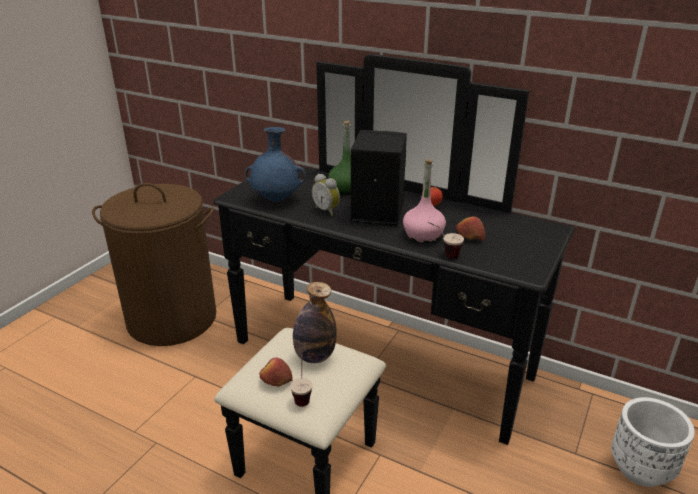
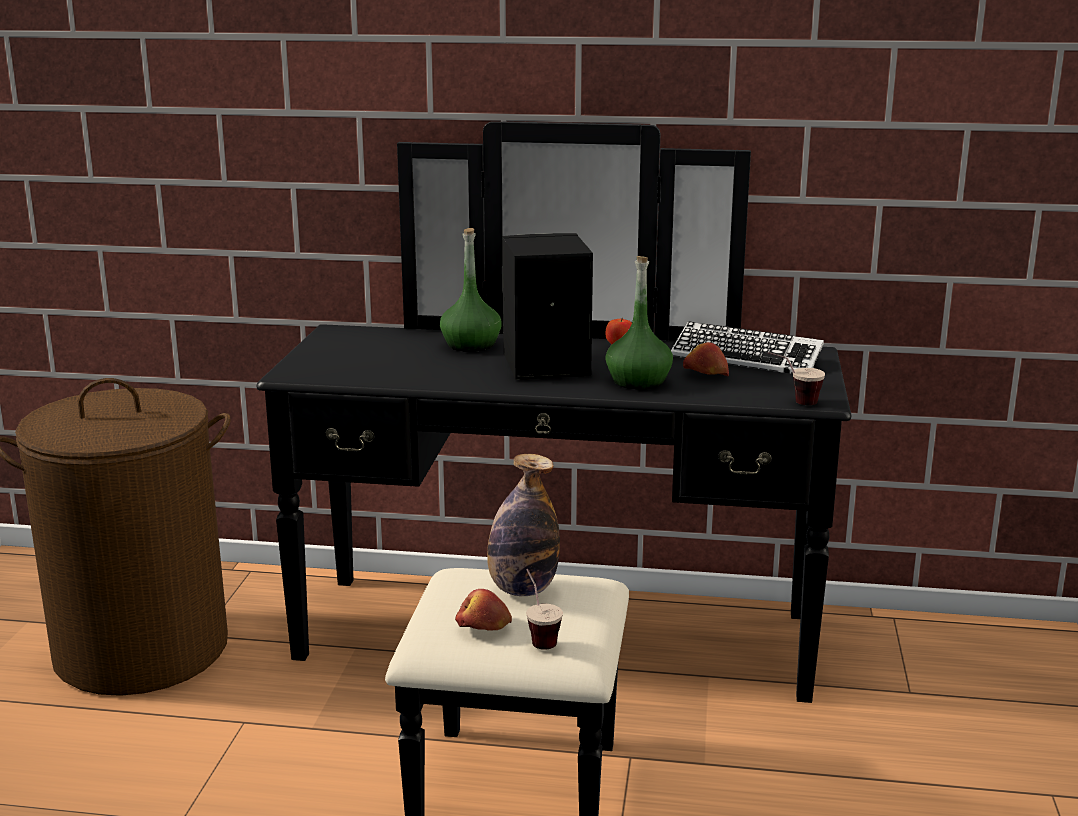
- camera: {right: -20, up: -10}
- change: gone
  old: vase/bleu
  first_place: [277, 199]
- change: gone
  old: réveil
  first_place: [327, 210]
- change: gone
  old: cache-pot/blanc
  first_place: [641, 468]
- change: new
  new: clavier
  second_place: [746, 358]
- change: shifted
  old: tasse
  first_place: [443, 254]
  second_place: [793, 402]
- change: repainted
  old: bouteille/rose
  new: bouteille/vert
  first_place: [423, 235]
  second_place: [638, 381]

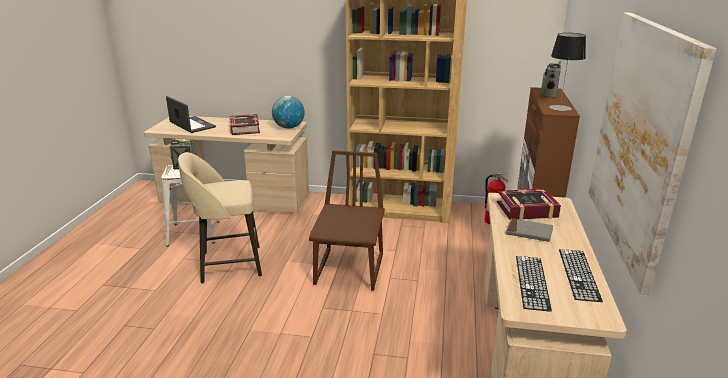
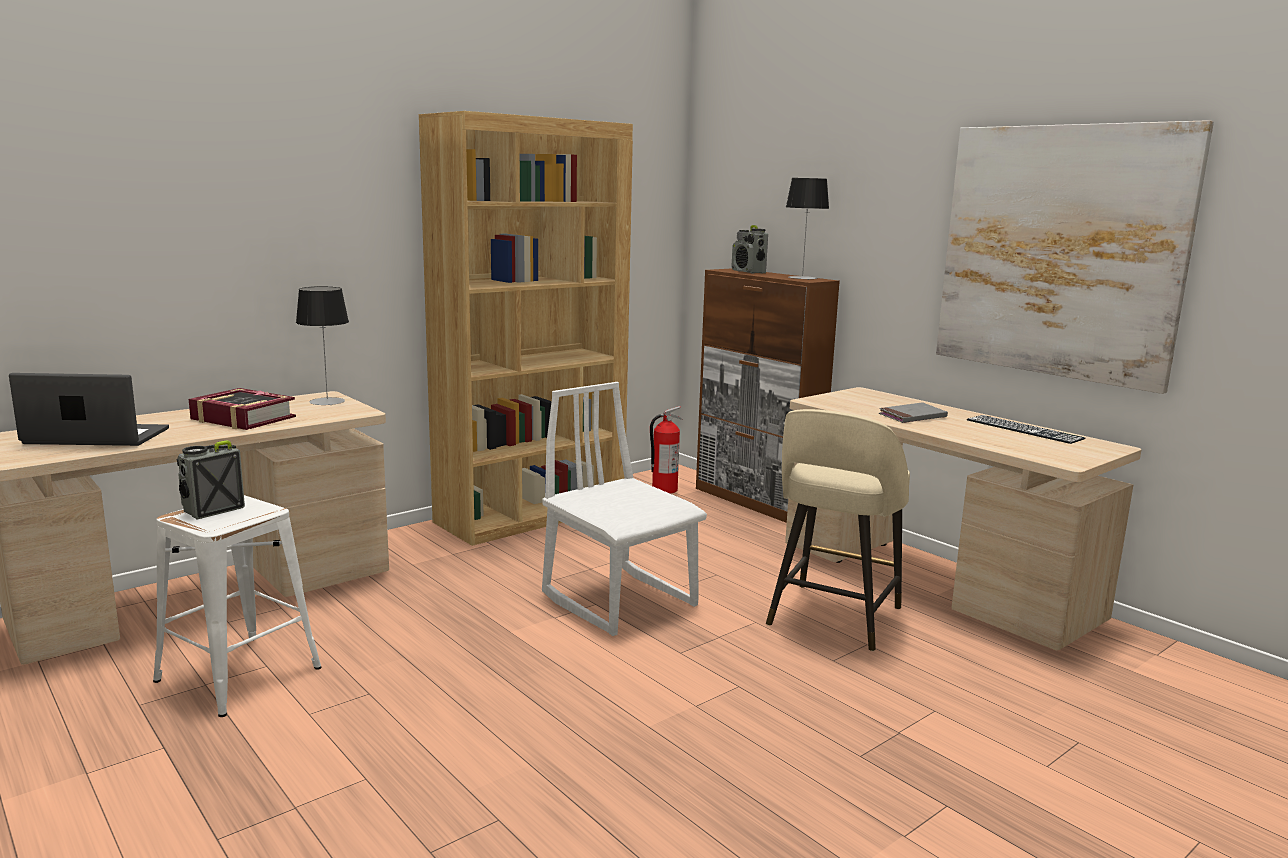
- camera: {right: -50, up: -10}
- change: gone
  old: livre
  first_place: [527, 210]
- change: gone
  old: clavier
  first_place: [532, 282]
- change: shifted
  old: tabouret/beige
  first_place: [228, 264]
  second_place: [832, 618]
- change: swapped
  old: globe
  new: lampe de table
  first_place: [289, 127]
  second_place: [327, 401]
- change: repainted
  old: chaise/marron
  new: chaise/blanc
  first_place: [350, 270]
  second_place: [620, 600]

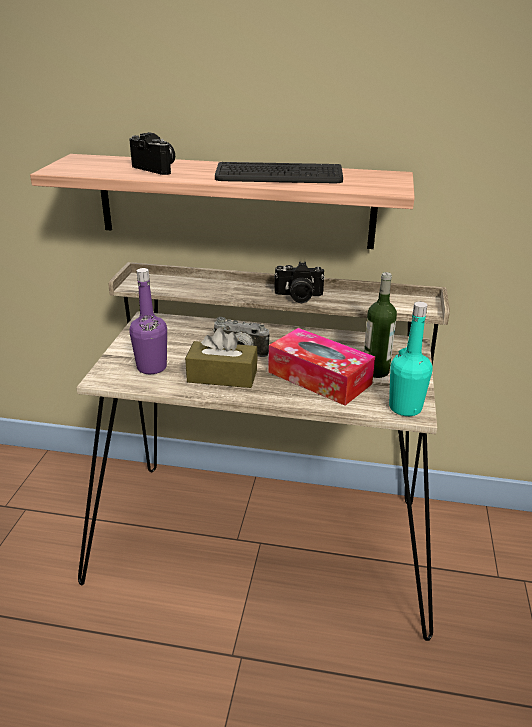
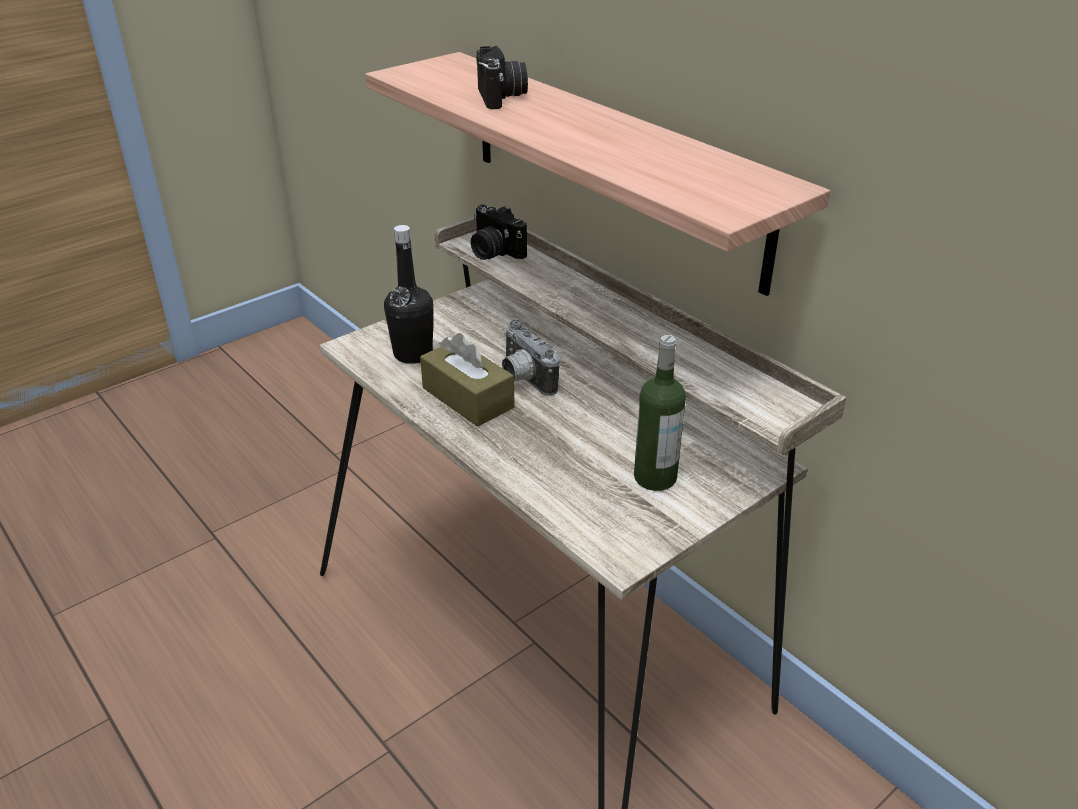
- camera: {right: 40, up: 5}
- change: gone
  old: clavier
  first_place: [279, 176]
- change: gone
  old: boîte à mouchoirs
  first_place: [319, 378]
- change: gone
  old: bouteille/turquoise
  first_place: [405, 408]
- change: shifted
  old: appareil photo
  first_place: [298, 297]
  second_place: [493, 252]
- change: repainted
  old: bouteille/violet
  new: bouteille/noir
  first_place: [152, 367]
  second_place: [413, 354]

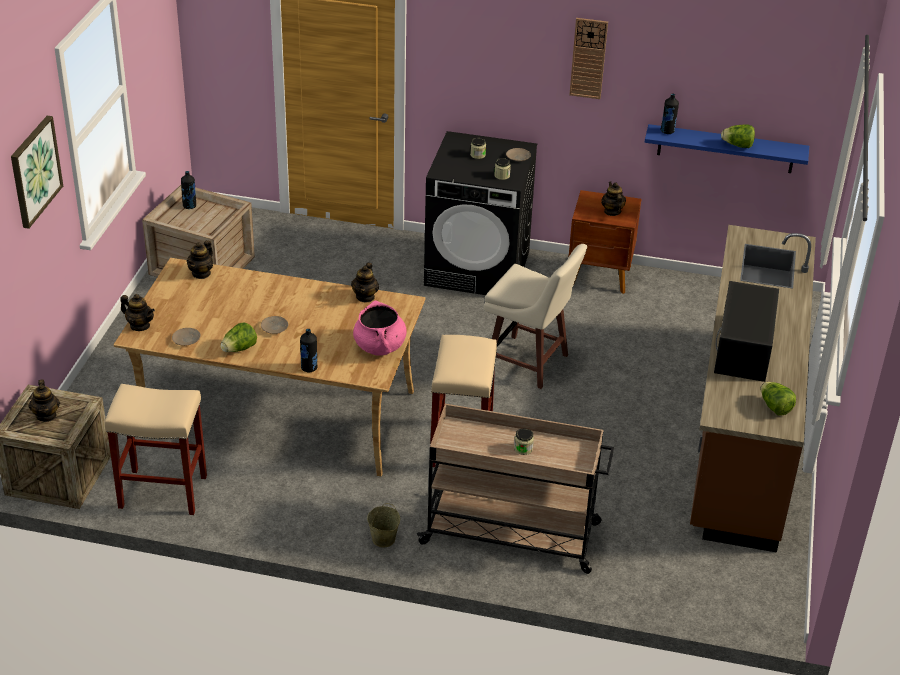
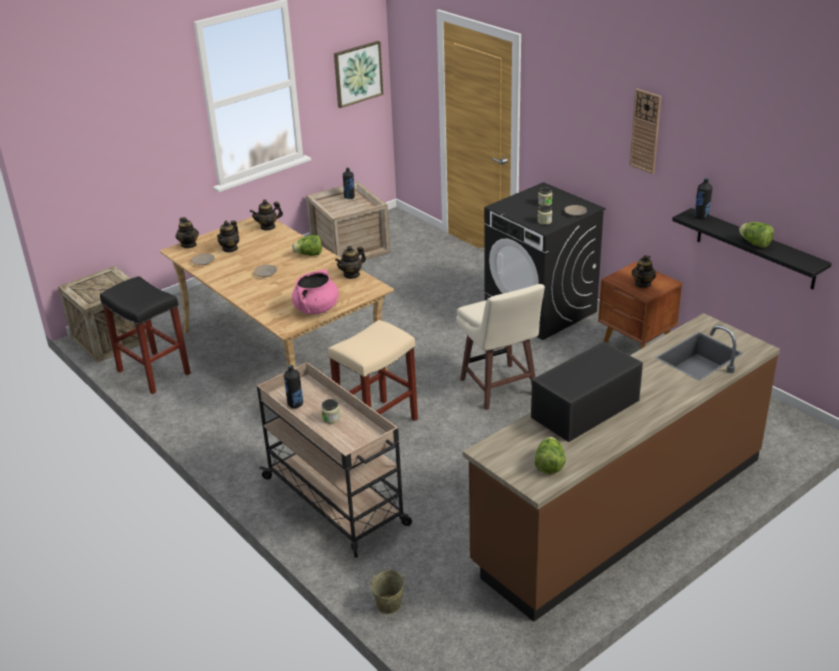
- camera: {right: 40, up: -5}
- change: shifted
  old: tableau
  first_place: [35, 171]
  second_place: [357, 74]
- change: shifted
  old: théière
  first_place: [46, 415]
  second_place: [230, 248]
- change: shifted
  old: laitue
  first_place: [239, 349]
  second_place: [309, 255]
- change: shifted
  old: bouteille/noir
  first_place: [309, 368]
  second_place: [295, 404]
- change: shifted
  old: seau/beige
  first_place: [383, 539]
  second_place: [388, 605]
- change: repainted
  old: tabouret/beige
  new: tabouret/noir
  first_place: [161, 492]
  second_place: [153, 372]
- change: repainted
  old: étagère/bleu
  new: étagère/noir
  first_place: [725, 149]
  second_place: [755, 249]

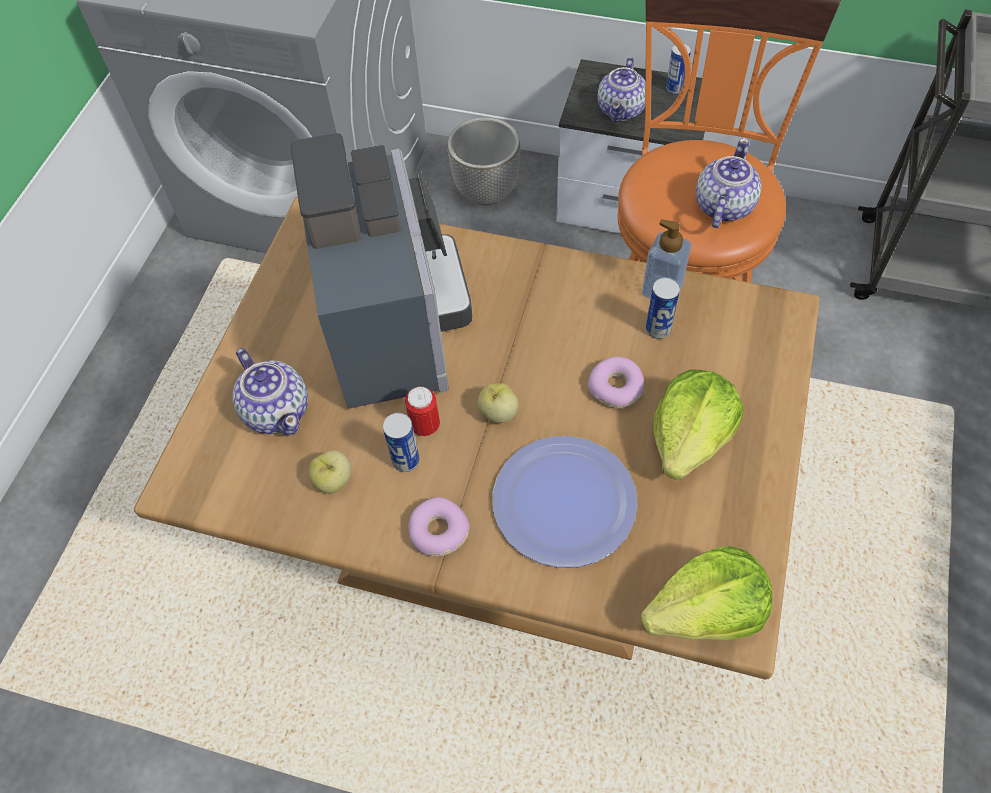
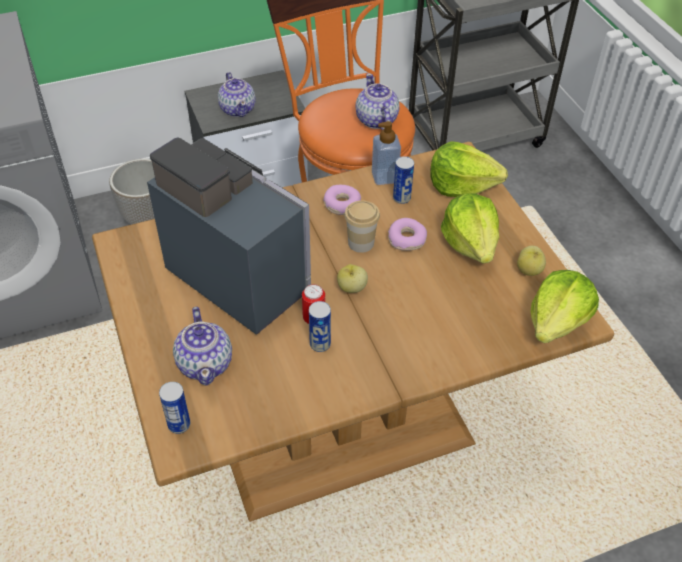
- camera: {right: -40, up: -10}
- change: gone
  old: assiette
  first_place: [564, 501]
- change: new
  new: tasse
  second_place: [361, 243]
- change: new
  new: laitue
  second_place: [461, 185]
- change: shifted
  old: pomme
  first_place: [333, 481]
  second_place: [529, 270]
- change: shifted
  old: beignet
  first_place: [438, 532]
  second_place: [342, 205]
- change: shifted
  old: boîte métallique
  first_place: [675, 88]
  second_place: [179, 424]
- change: rotated
  old: théière
  first_place: [277, 410]
  second_place: [205, 363]
  degrees: 60

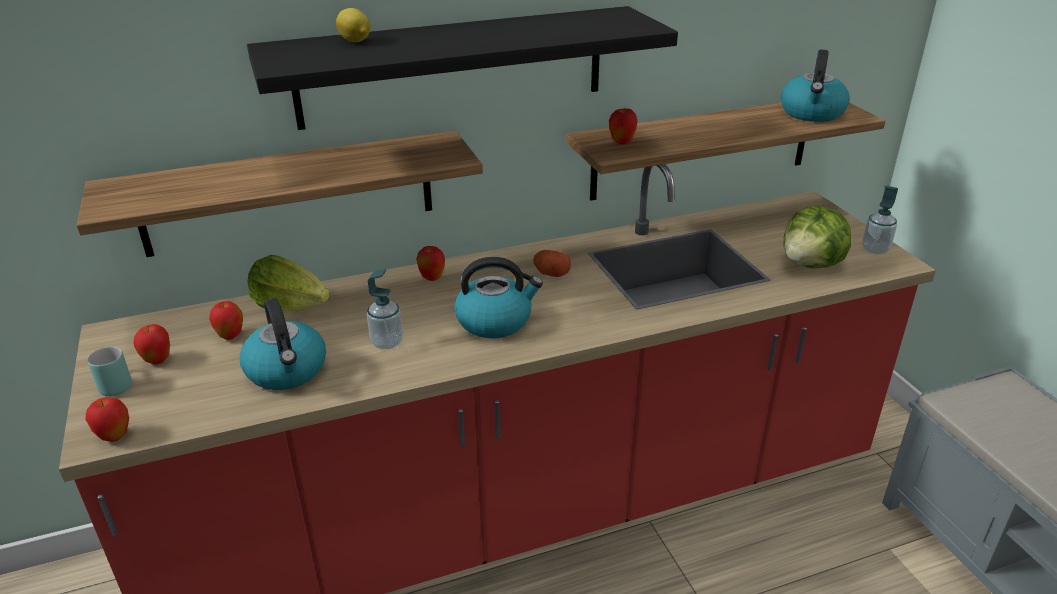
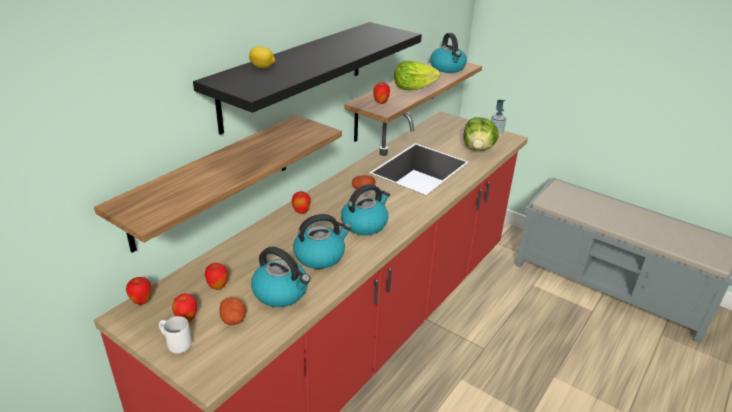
- camera: {right: -35, up: 0}
- change: new
  new: pomme de terre
  second_place: [234, 319]
- change: shifted
  old: pomme
  first_place: [114, 437]
  second_place: [141, 301]
- change: shifted
  old: laitue
  first_place: [290, 306]
  second_place: [413, 88]
- change: swapped
  old: distributeur de savon
  new: bouilloire
  first_place: [387, 342]
  second_place: [320, 256]
- change: repainted
  old: mug/turquoise
  new: mug/blanc
  first_place: [113, 384]
  second_place: [174, 345]

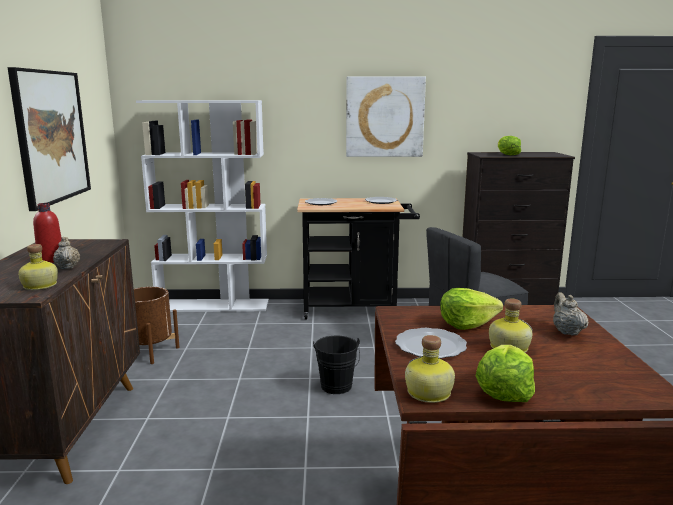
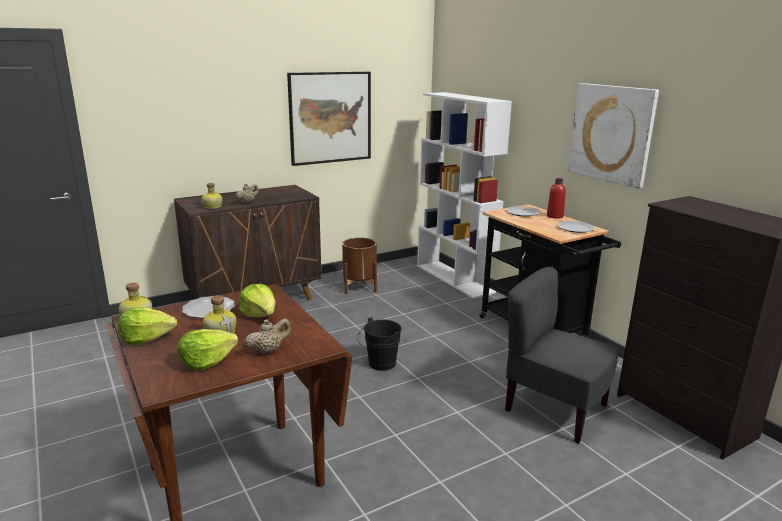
- camera: {right: 60, up: 5}
- change: shifted
  old: bouteille/rouge
  first_place: [51, 260]
  second_place: [555, 216]
- change: shifted
  old: laitue
  first_place: [507, 154]
  second_place: [207, 361]

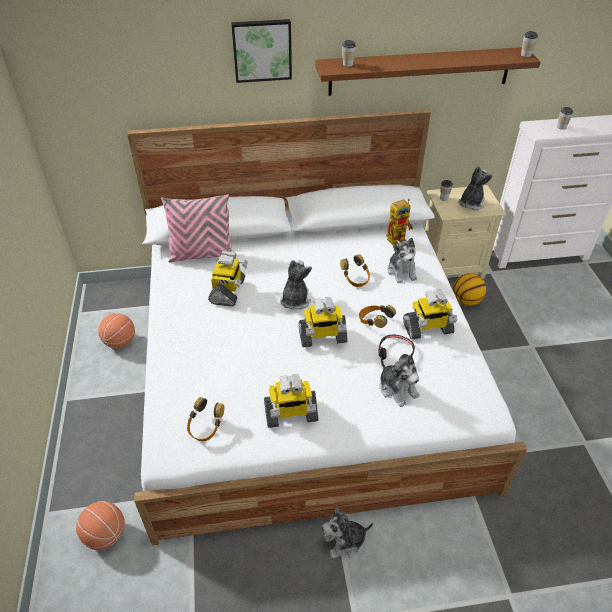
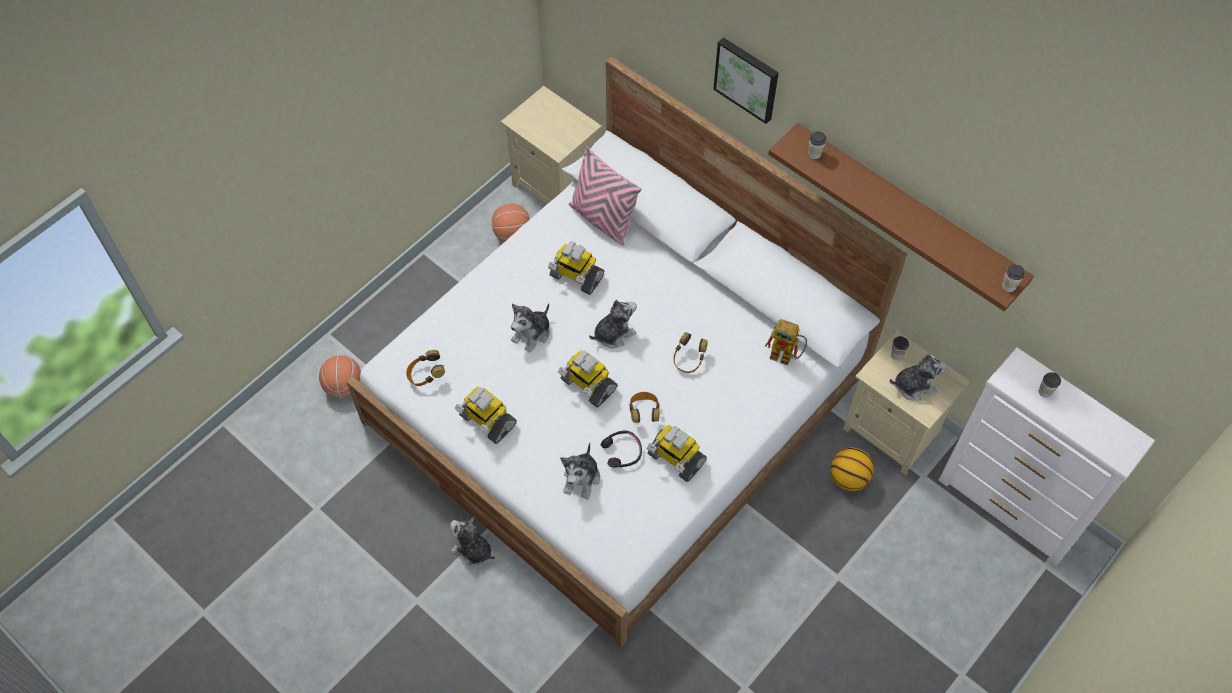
- camera: {right: 50, up: 15}
- change: new
  new: table de chevet/beige
  second_place: [556, 187]
- change: shifted
  old: peluche
  first_place: [402, 271]
  second_place: [532, 334]
- change: rotated
  old: robot jouet
  first_place: [228, 291]
  second_place: [576, 277]
  degrees: 60

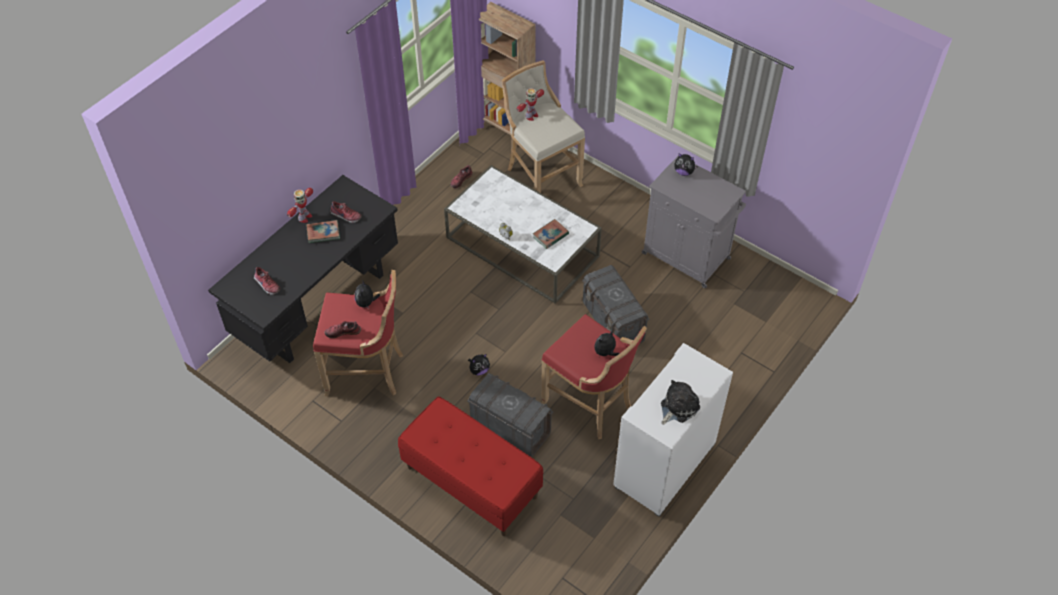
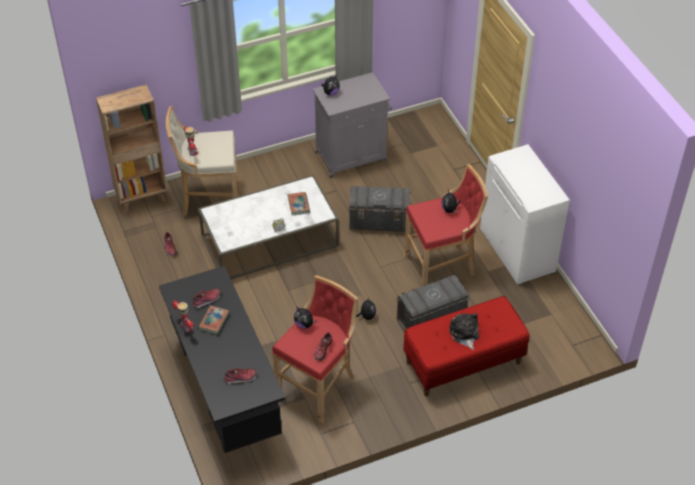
- camera: {right: -60, up: -5}
- change: shifted
  old: peluche
  first_place: [678, 407]
  second_place: [464, 334]

